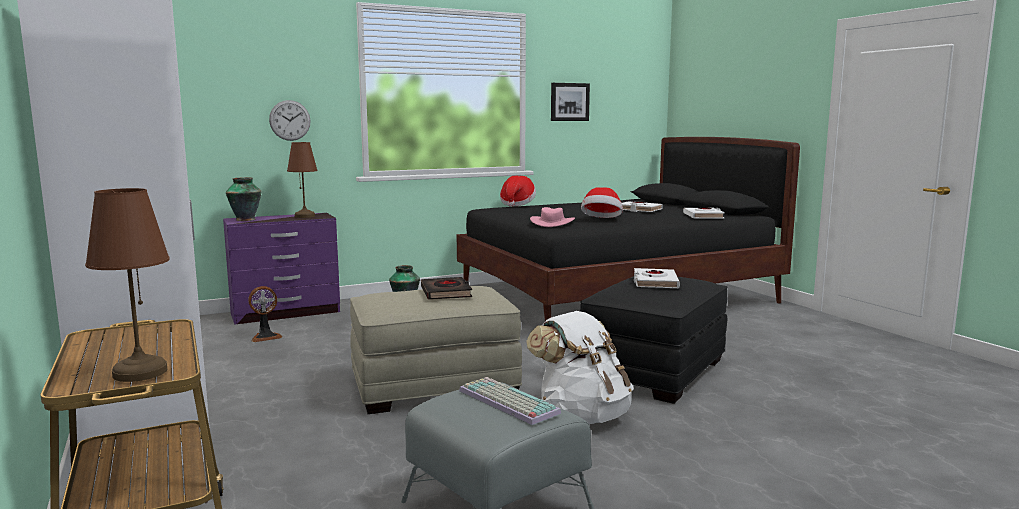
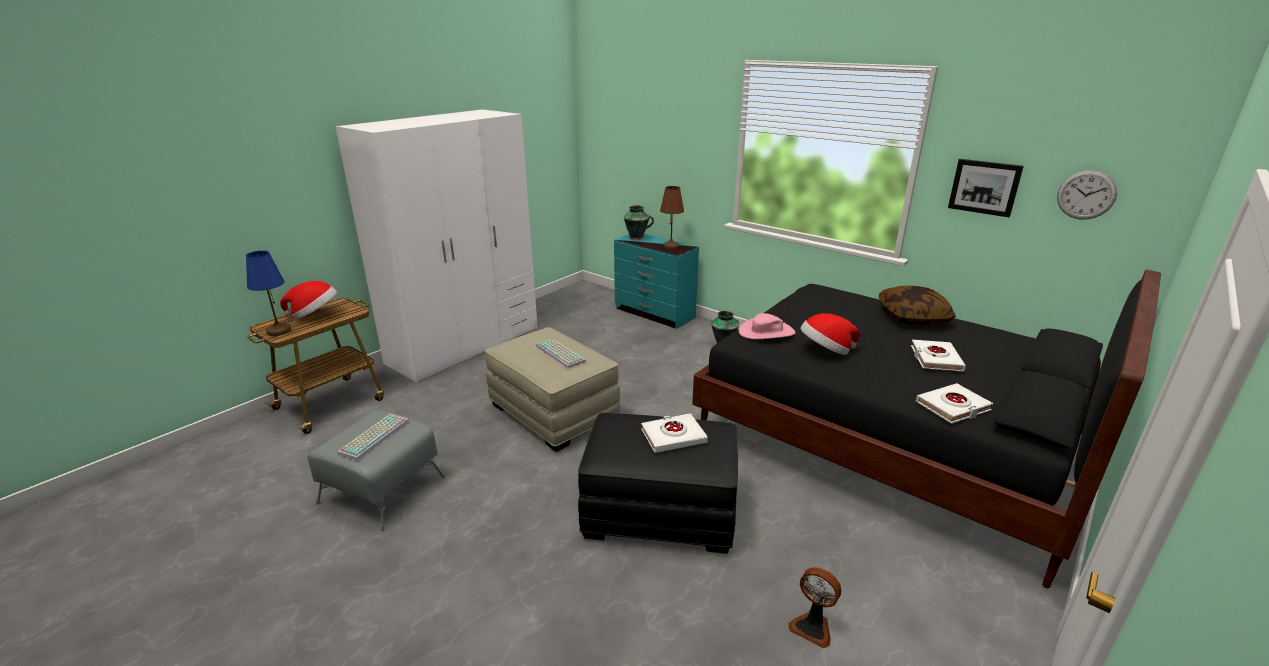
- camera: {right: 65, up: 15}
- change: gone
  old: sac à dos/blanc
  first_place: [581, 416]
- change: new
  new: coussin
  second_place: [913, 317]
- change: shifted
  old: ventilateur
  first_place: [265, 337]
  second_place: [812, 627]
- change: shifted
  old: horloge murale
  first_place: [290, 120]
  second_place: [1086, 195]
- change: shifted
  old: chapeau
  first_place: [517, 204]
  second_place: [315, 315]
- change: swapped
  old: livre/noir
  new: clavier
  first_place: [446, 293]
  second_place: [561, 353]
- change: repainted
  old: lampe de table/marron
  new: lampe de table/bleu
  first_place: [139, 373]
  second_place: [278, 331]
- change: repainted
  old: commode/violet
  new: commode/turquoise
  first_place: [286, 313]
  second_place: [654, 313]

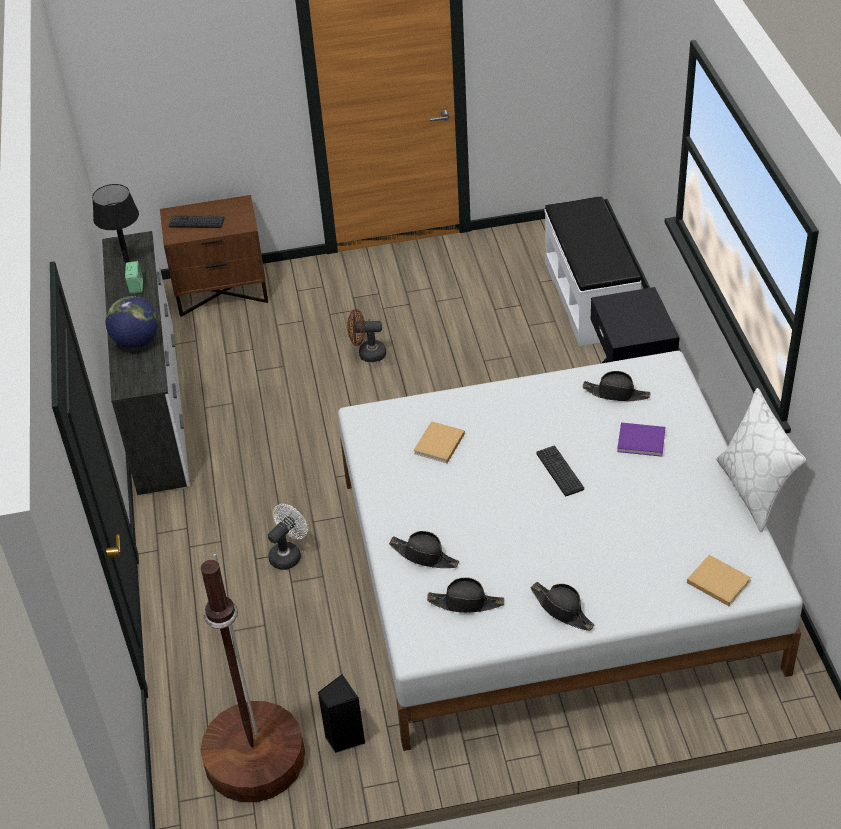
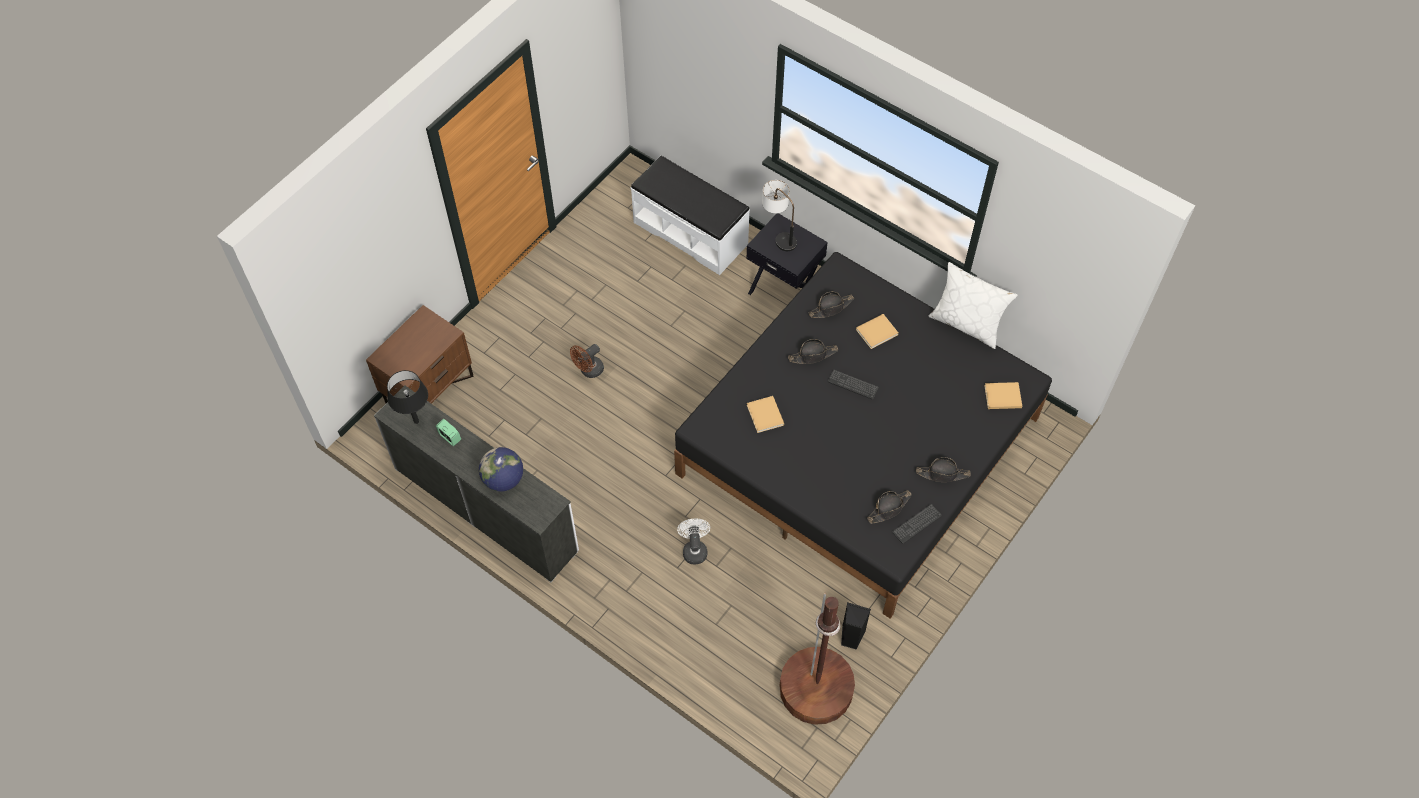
- camera: {right: -45, up: 15}
- change: new
  new: lampe de table
  second_place: [778, 235]
- change: shifted
  old: clavier
  first_place: [196, 222]
  second_place: [917, 524]
- change: shifted
  old: chapeau/noir
  first_place: [424, 556]
  second_place: [813, 355]
- change: repainted
  old: lit/blanc
  new: lit/noir
  first_place: [552, 572]
  second_place: [859, 446]
- change: repainted
  old: livre/violet
  new: livre/beige
  first_place: [642, 441]
  second_place: [878, 331]

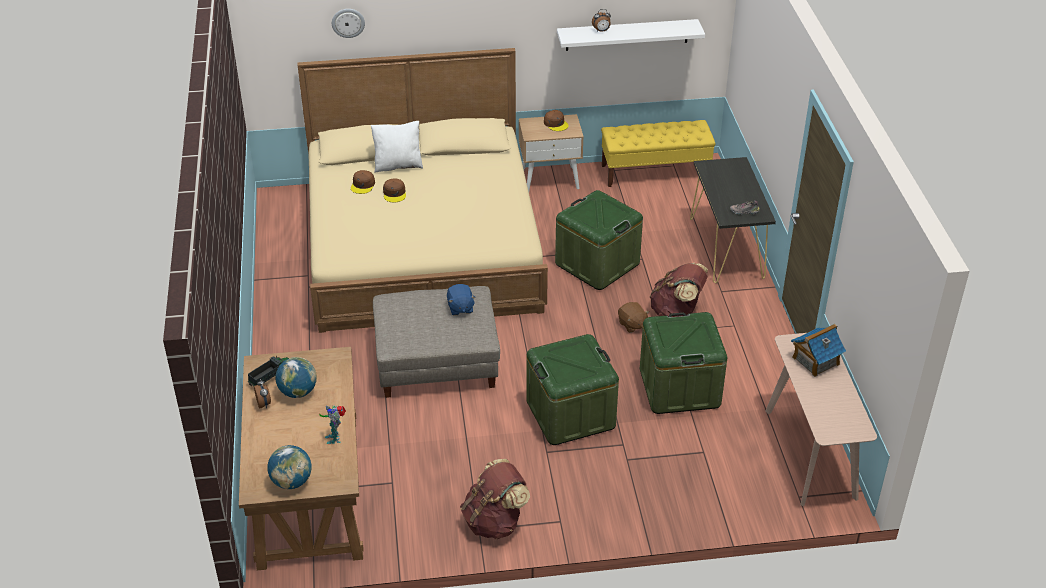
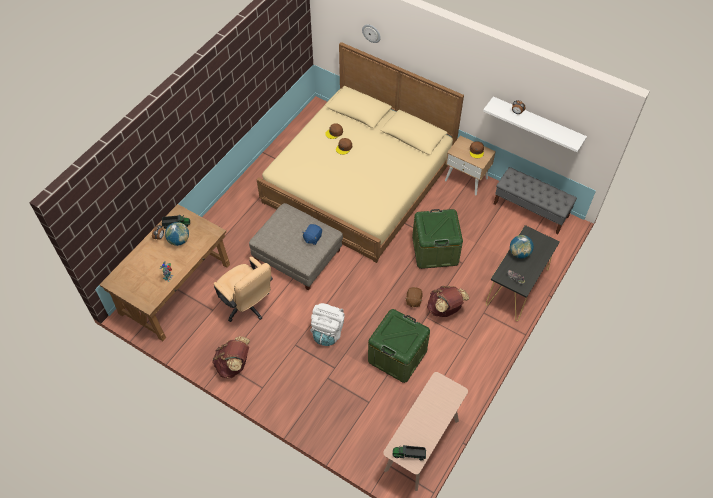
- camera: {right: 40, up: 15}
- change: gone
  old: coussin/blanc
  first_place: [398, 165]
- change: gone
  old: maison miniature
  first_place: [815, 361]
- change: new
  new: chaise de bureau/beige
  second_place: [247, 306]
- change: new
  new: camion jouet
  second_place: [409, 454]
- change: shifted
  old: globe
  first_place: [291, 482]
  second_place: [519, 253]
- change: swapped
  old: boîte de rangement/vert
  new: sac à dos/blanc
  first_place: [570, 414]
  second_place: [328, 332]
- change: repainted
  old: banc/jaune
  new: banc/gris
  first_place: [655, 172]
  second_place: [531, 210]

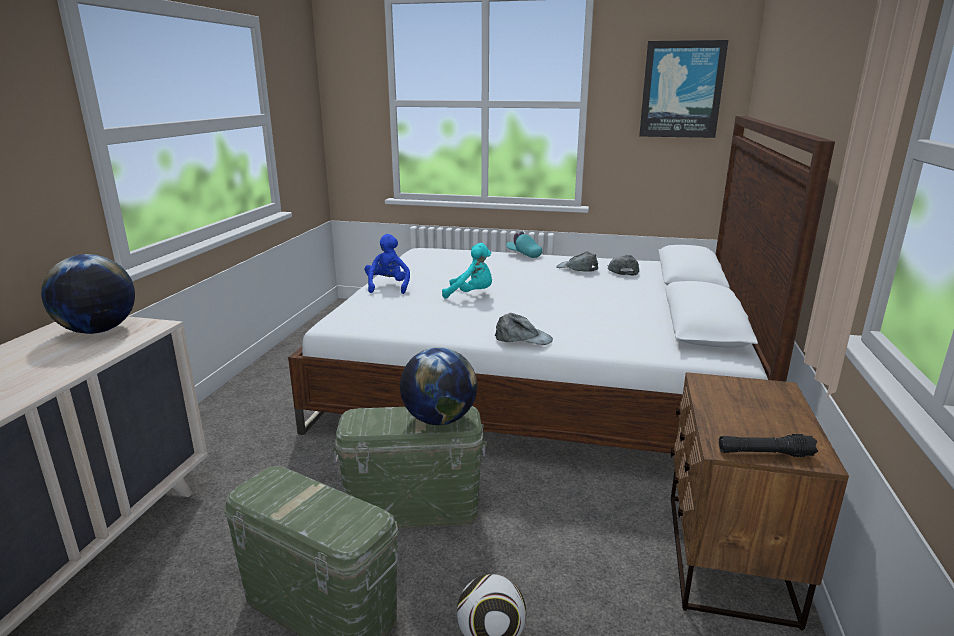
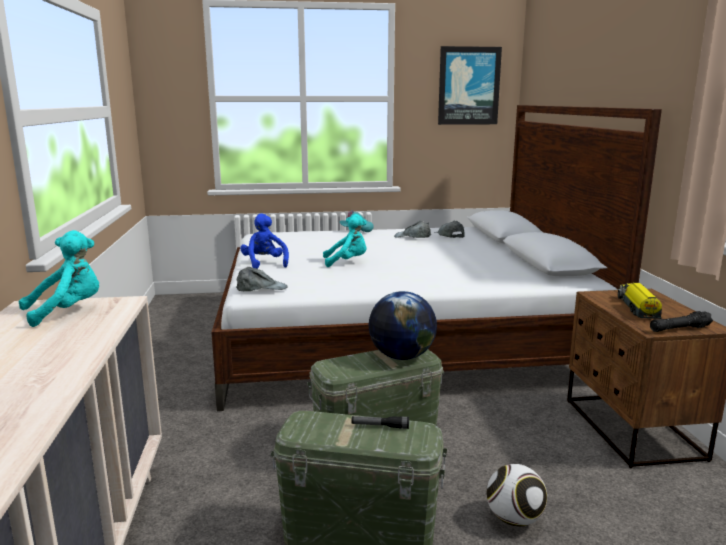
- camera: {right: -20, up: -5}
- change: new
  new: lampe de poche
  second_place: [380, 426]
- change: new
  new: camion jouet
  second_place: [637, 308]
- change: shifted
  old: casquette/gris
  first_place: [523, 338]
  second_place: [261, 288]
- change: swapped
  old: globe
  new: peluche/turquoise
  first_place: [98, 330]
  second_place: [68, 311]

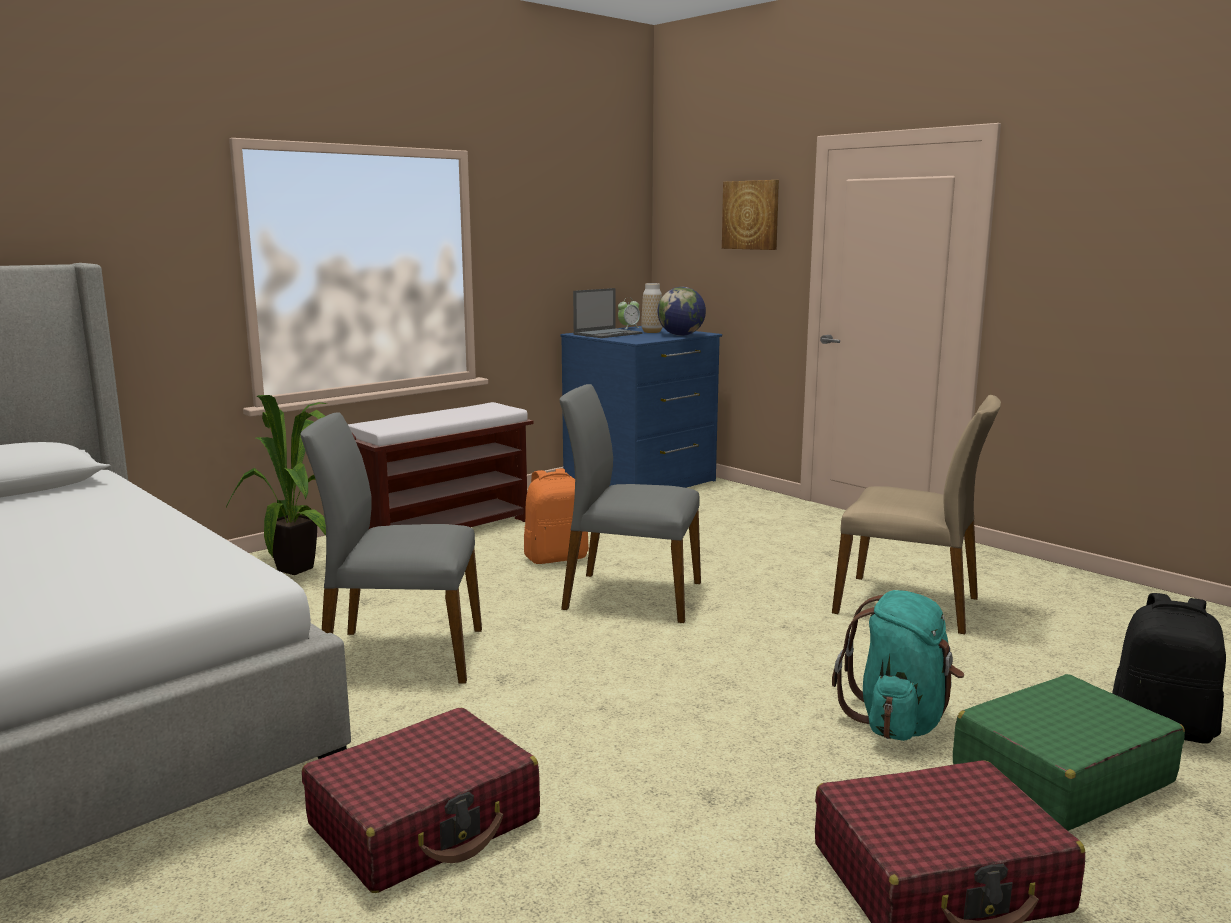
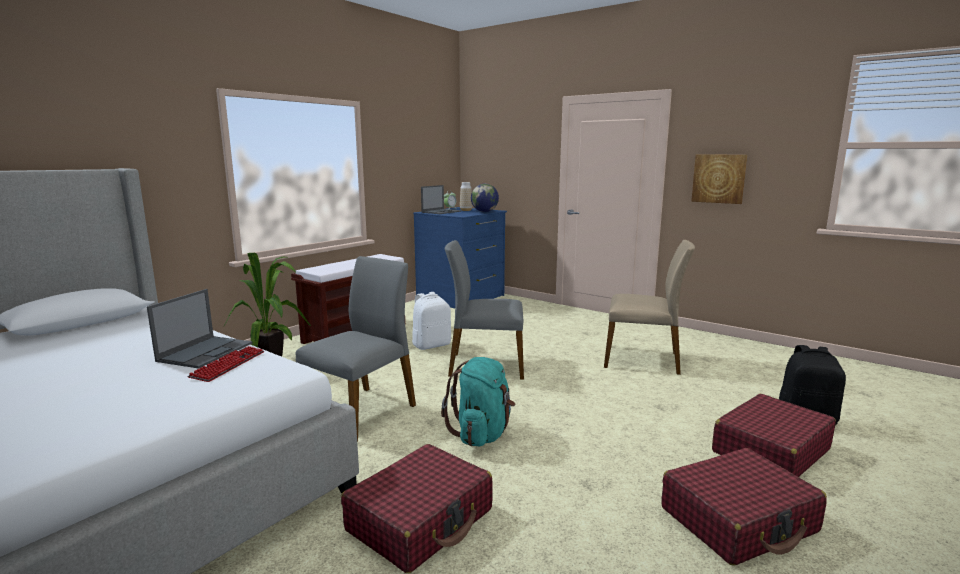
- camera: {right: -10, up: 0}
- change: new
  new: ordinateur portable
  second_place: [206, 352]
- change: new
  new: clavier
  second_place: [228, 365]
- change: shifted
  old: tableau
  first_place: [751, 215]
  second_place: [719, 178]
- change: shifted
  old: sac à dos/turquoise
  first_place: [899, 721]
  second_place: [482, 434]
- change: repainted
  old: sac à dos/orange
  new: sac à dos/blanc
  first_place: [556, 557]
  second_place: [431, 345]
- change: repainted
  old: valise/vert
  new: valise/rouge
  first_place: [1060, 775]
  second_place: [770, 451]
- change: rotated
  old: chaise/gris
  first_place: [402, 654]
  second_place: [361, 412]
  degrees: 135

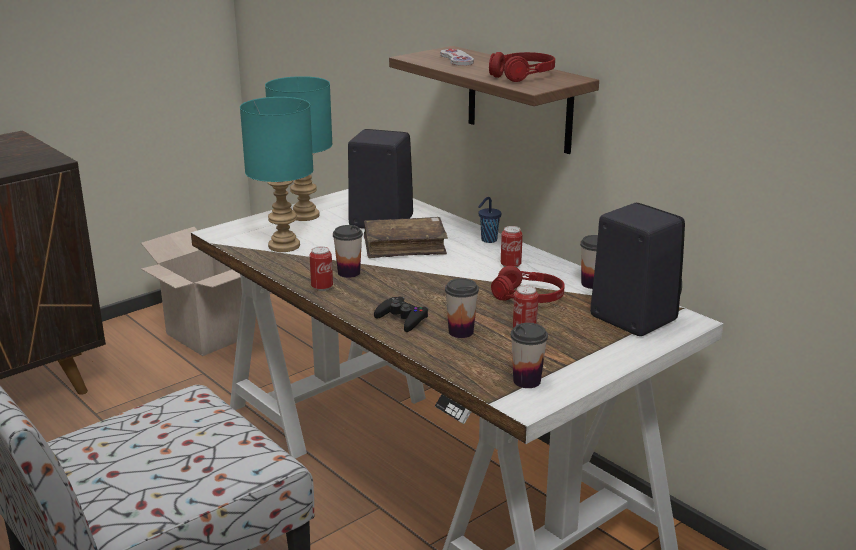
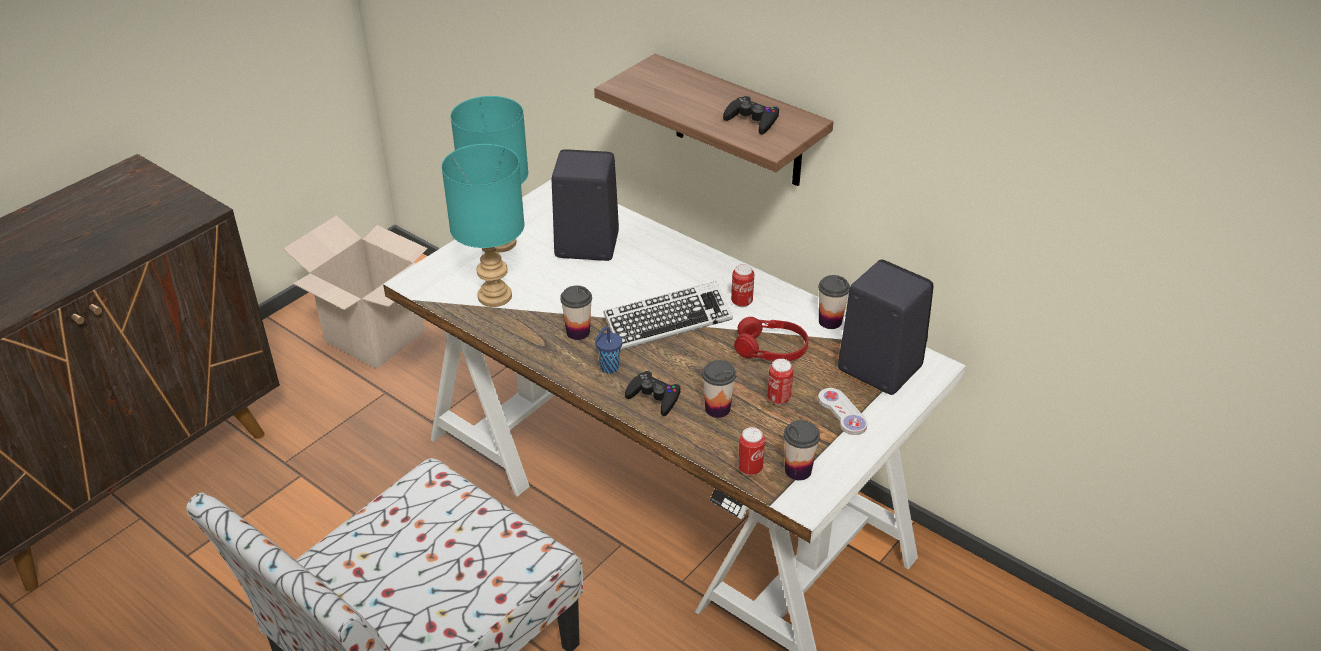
- camera: {right: -10, up: 15}
- change: gone
  old: livre/marron
  first_place: [404, 247]
- change: new
  new: clavier
  second_place: [668, 322]
- change: shifted
  old: boîte métallique
  first_place: [322, 287]
  second_place: [750, 468]
- change: shifted
  old: manette/blanc
  first_place: [456, 59]
  second_place: [842, 412]
- change: shifted
  old: tasse/bleu
  first_place: [488, 240]
  second_place: [608, 368]
- change: swapped
  old: casque audio/rouge
  new: manette/noir
  first_place: [522, 75]
  second_place: [752, 120]

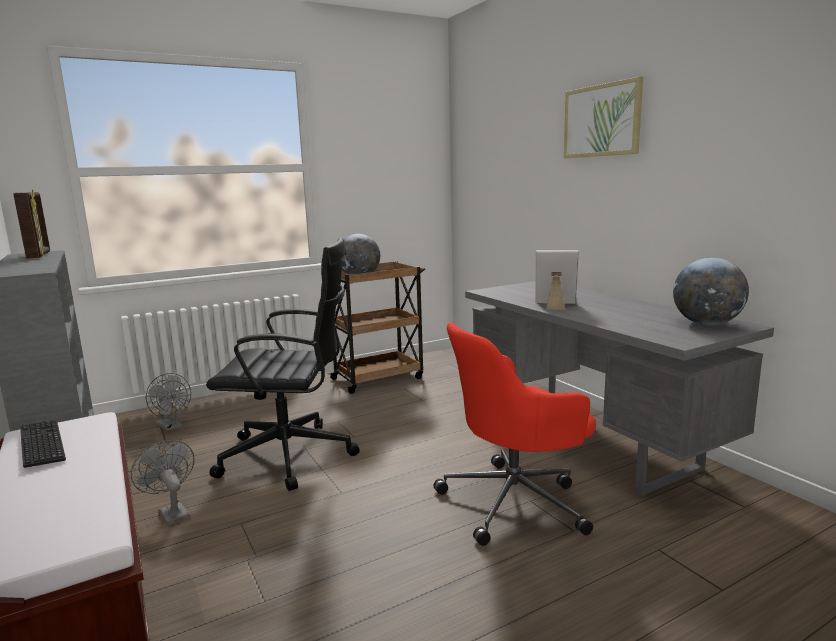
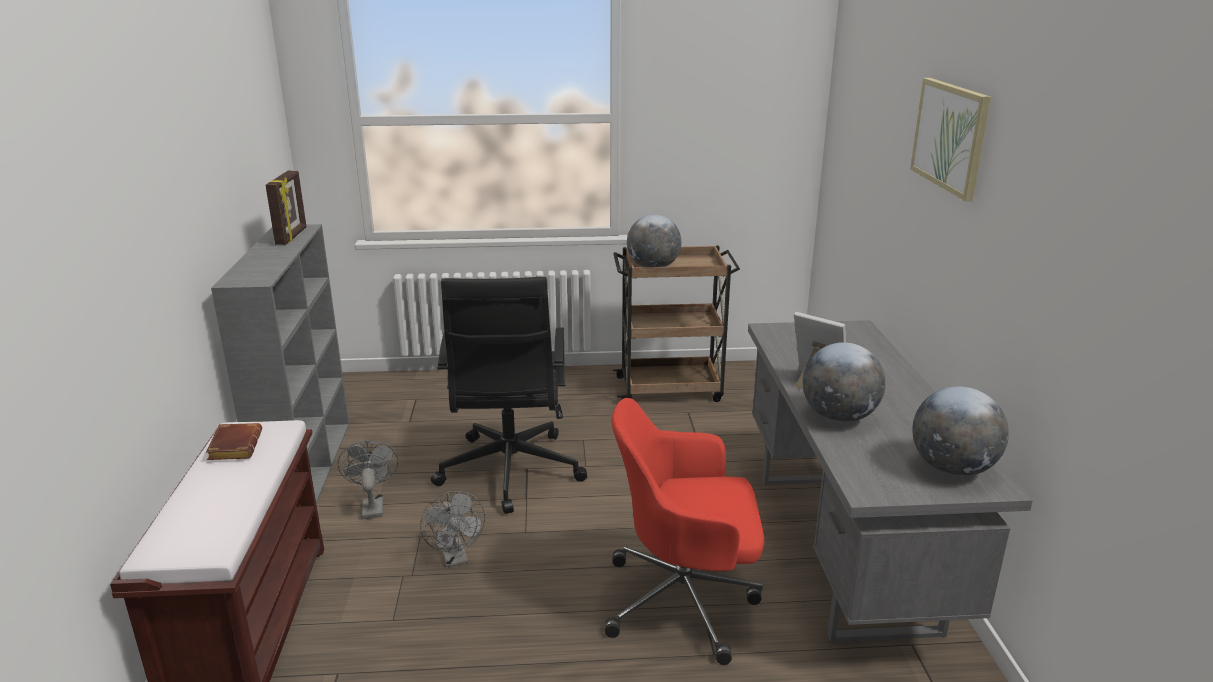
- camera: {right: 25, up: 10}
- change: new
  new: globe
  second_place: [839, 417]
- change: shifted
  old: ventilateur/gris
  first_place: [171, 426]
  second_place: [455, 558]
- change: swapped
  old: clavier
  new: livre/marron
  first_place: [42, 445]
  second_place: [234, 446]
- change: rotated
  old: chaise de bureau/noir
  first_place: [292, 456]
  second_place: [509, 473]
  degrees: 60

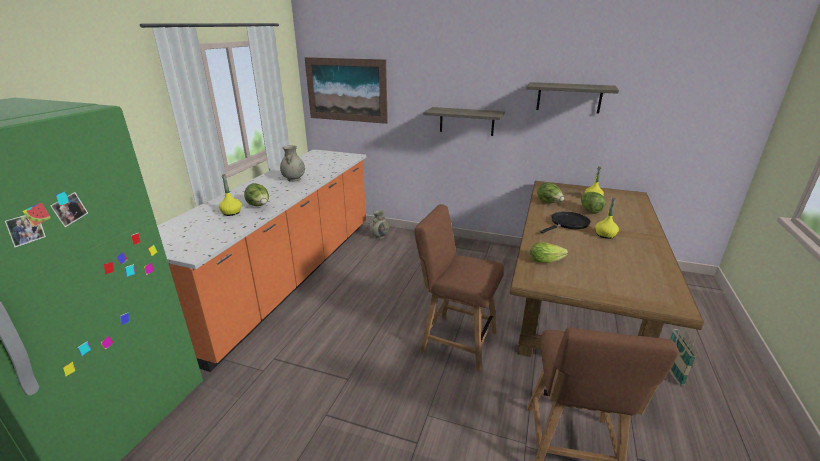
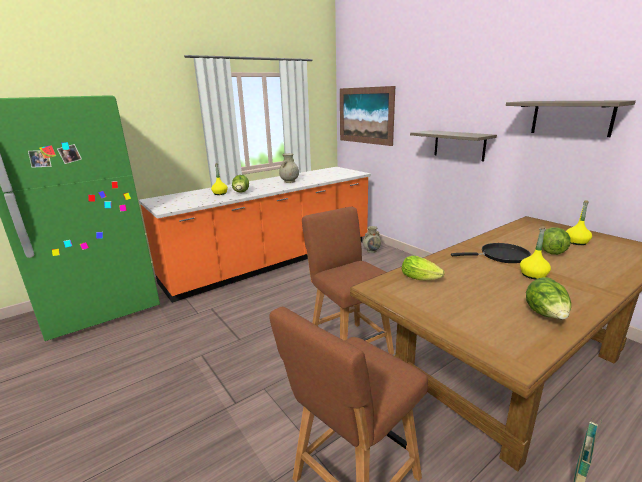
- camera: {right: 35, up: -5}
- change: shifted
  old: laitue
  first_place: [549, 203]
  second_place: [546, 315]

